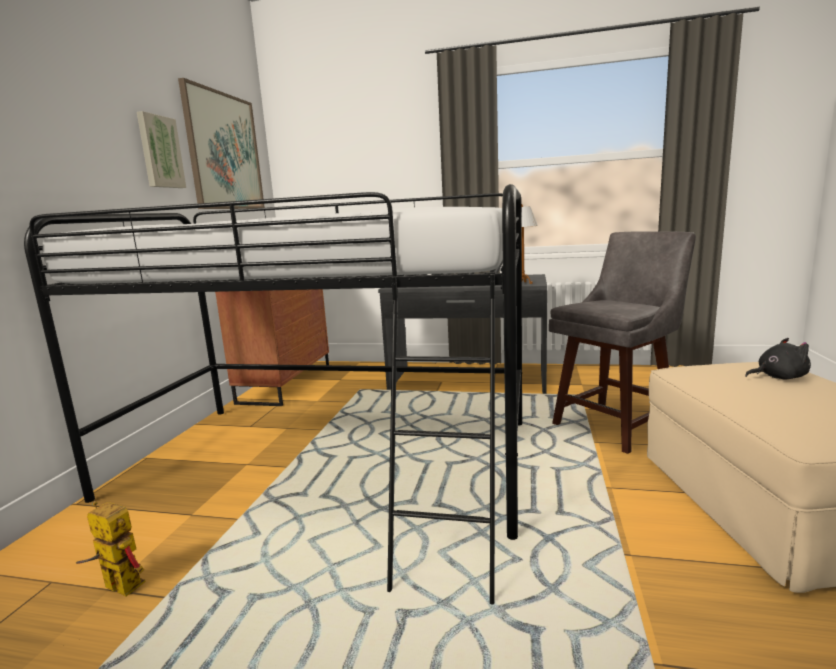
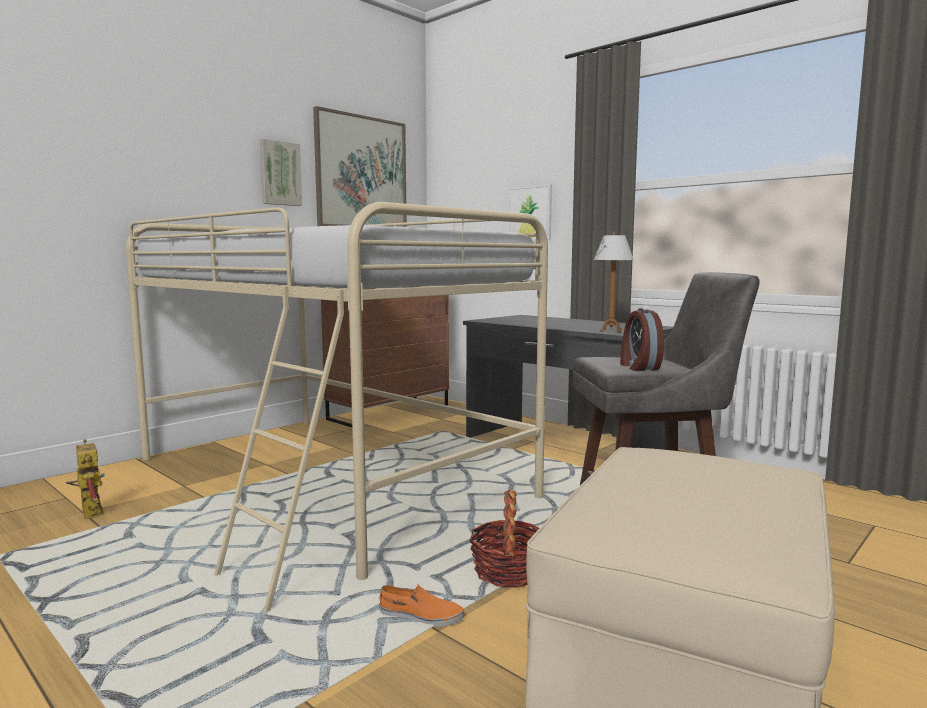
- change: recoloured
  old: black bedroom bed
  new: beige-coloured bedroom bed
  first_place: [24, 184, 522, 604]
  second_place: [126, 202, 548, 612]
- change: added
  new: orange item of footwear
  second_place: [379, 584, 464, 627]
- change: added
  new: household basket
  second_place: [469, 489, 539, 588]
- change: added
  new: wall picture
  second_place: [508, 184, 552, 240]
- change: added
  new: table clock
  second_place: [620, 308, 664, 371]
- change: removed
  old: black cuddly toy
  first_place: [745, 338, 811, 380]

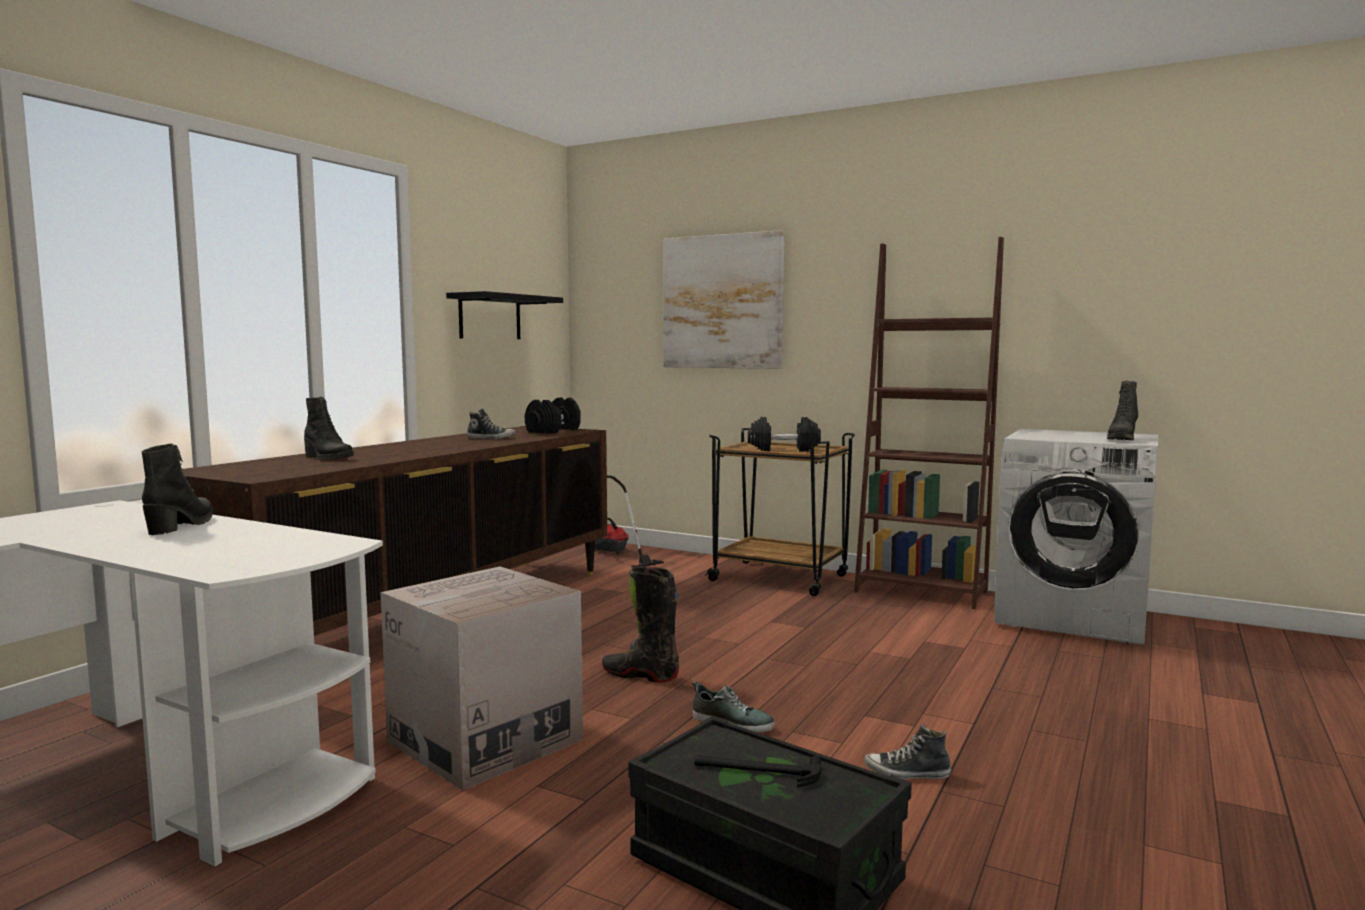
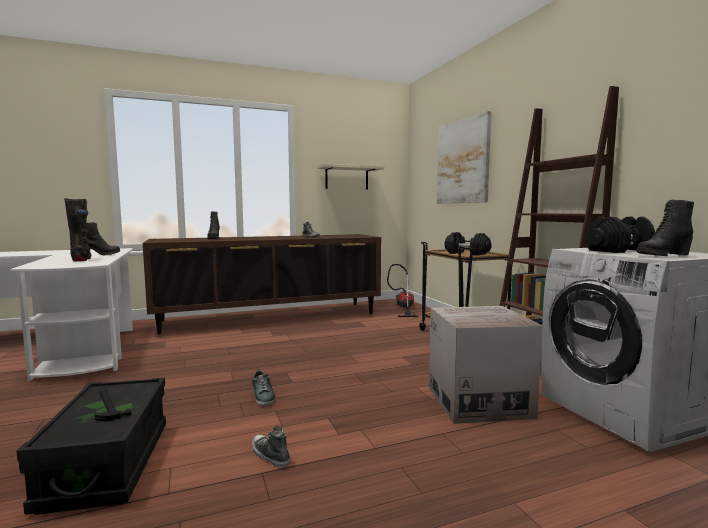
- change: moved
  old: black tall boot
  first_place: [602, 566, 679, 683]
  second_place: [64, 198, 92, 262]
- change: recoloured
  old: black shelf
  new: beige-coloured shelf
  first_place: [446, 291, 563, 339]
  second_place: [317, 164, 385, 190]
- change: moved
  old: packing box
  first_place: [381, 567, 583, 791]
  second_place: [429, 306, 543, 424]
- change: moved
  old: black dumbbell
  first_place: [525, 397, 581, 434]
  second_place: [586, 216, 655, 253]

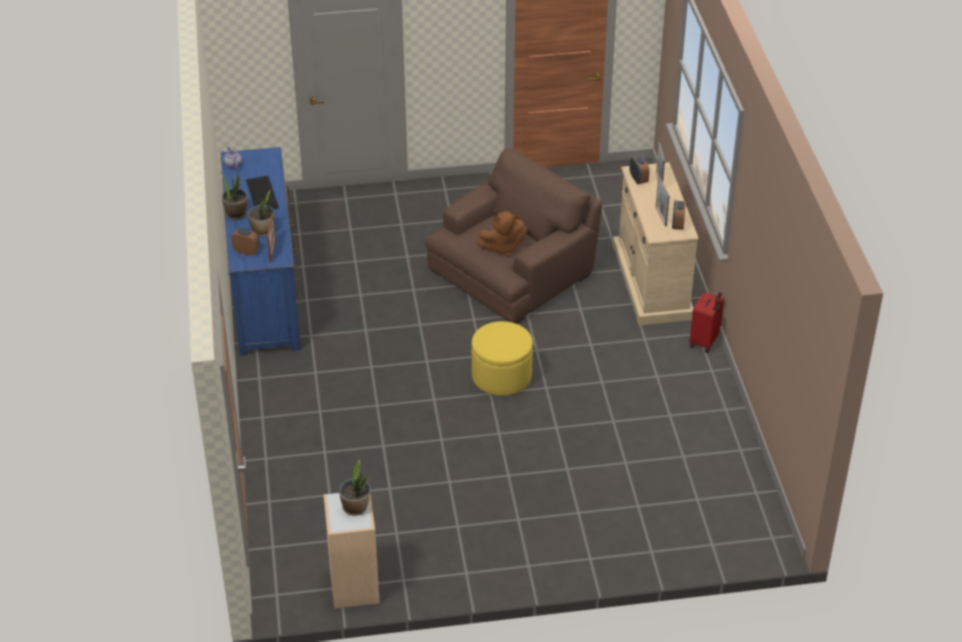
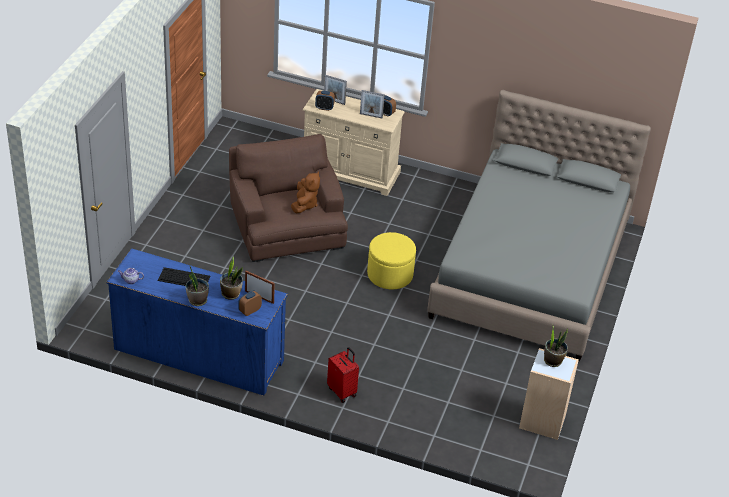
- change: moved
  old: red-coloured travel case
  first_place: [690, 292, 724, 353]
  second_place: [327, 347, 359, 403]
- change: added
  new: greyish bedroom bed
  second_place: [427, 90, 651, 362]

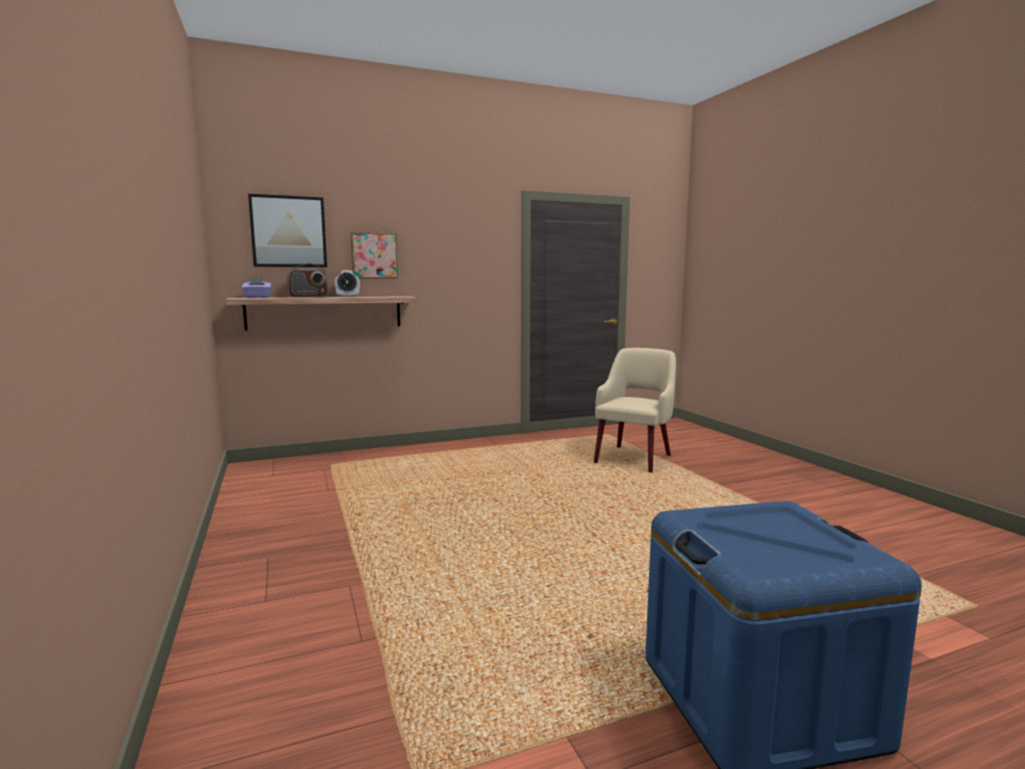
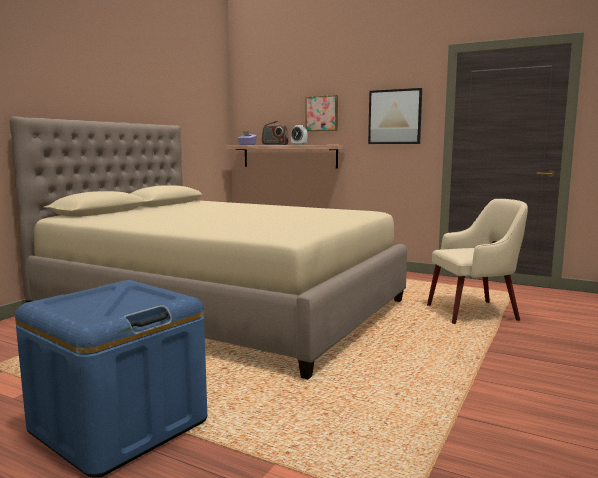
- change: added
  new: beige-coloured bedroom bed
  second_place: [10, 116, 407, 379]
- change: moved
  old: wall picture
  first_place: [248, 194, 327, 267]
  second_place: [368, 88, 422, 144]

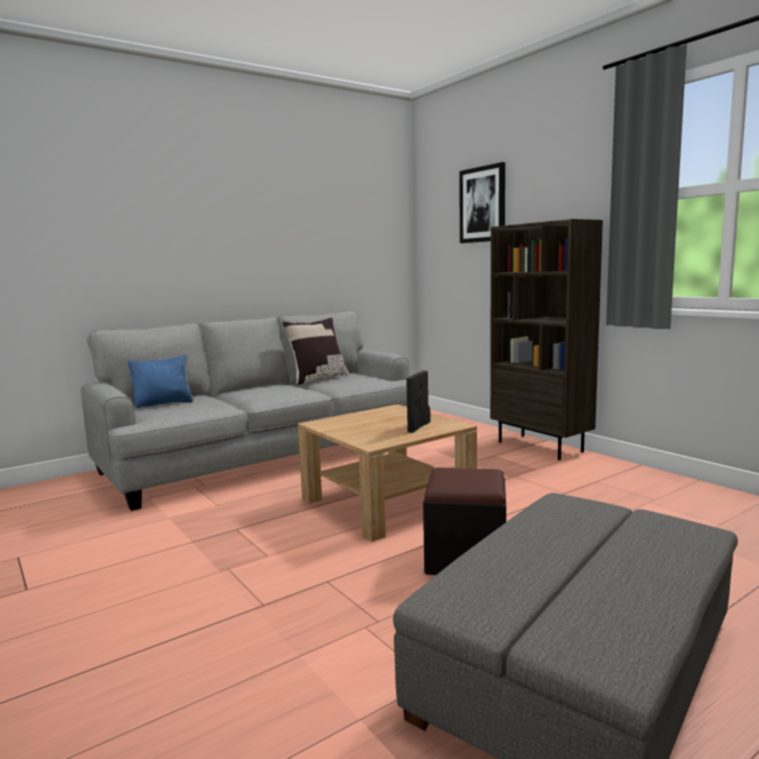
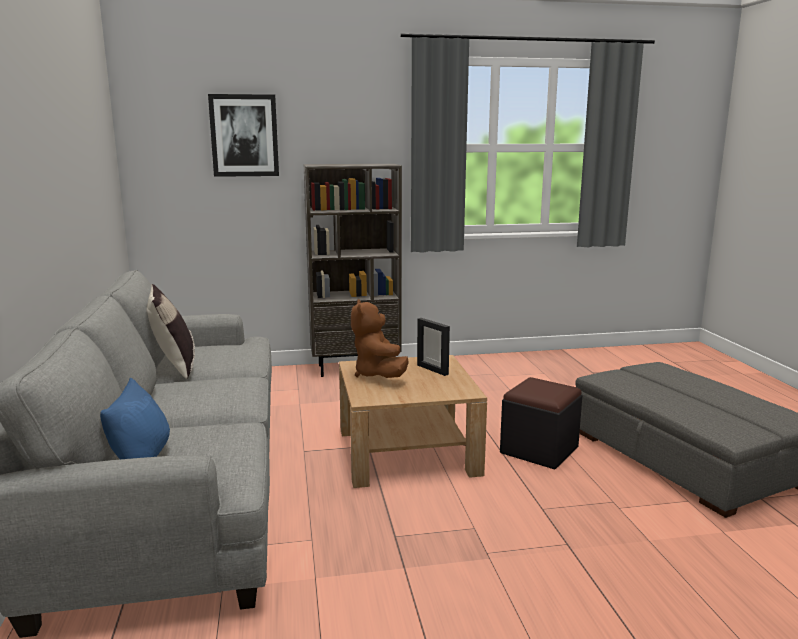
- change: added
  new: brown-coloured cuddly toy
  second_place: [351, 299, 409, 378]

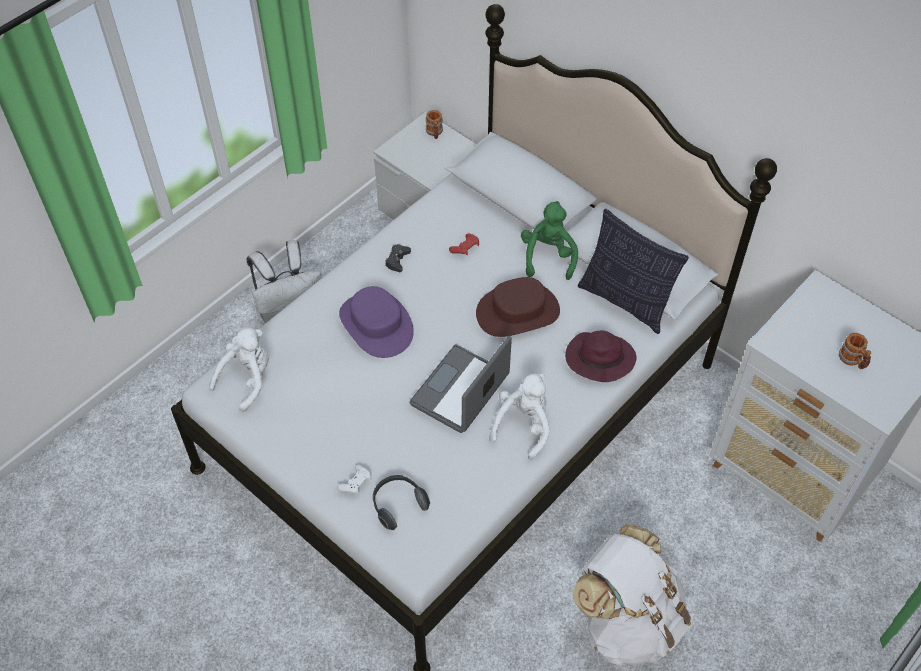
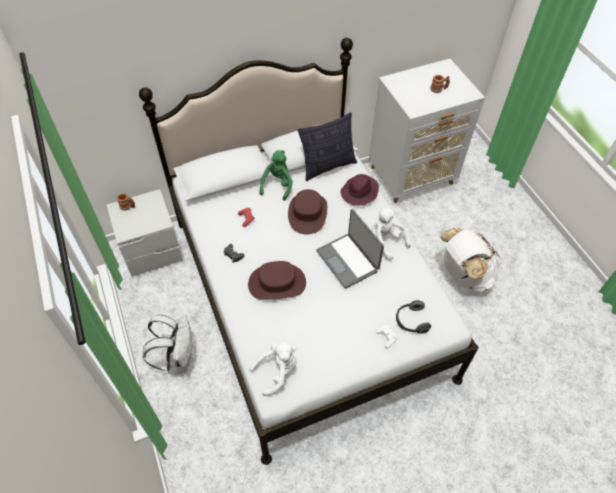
- change: recoloured
  old: purple-coloured wearable hat
  new: brown-coloured wearable hat
  first_place: [339, 286, 414, 358]
  second_place: [248, 261, 306, 300]
- change: turned
  old: white cuddly toy
  first_place: [209, 328, 269, 412]
  second_place: [250, 343, 297, 396]
  degrees: 90
- change: turned
  old: greenish cuddly toy
  first_place: [521, 201, 578, 280]
  second_place: [259, 150, 293, 201]
  degrees: 75

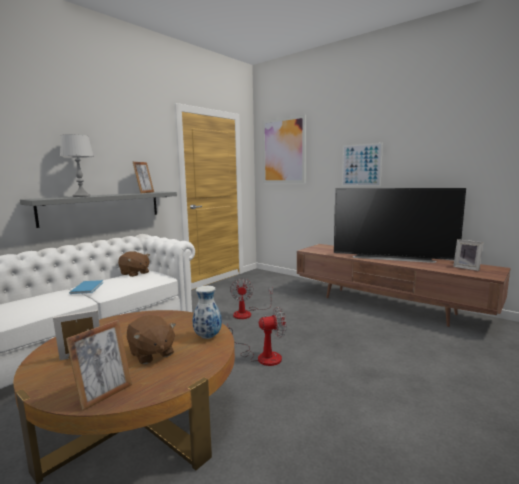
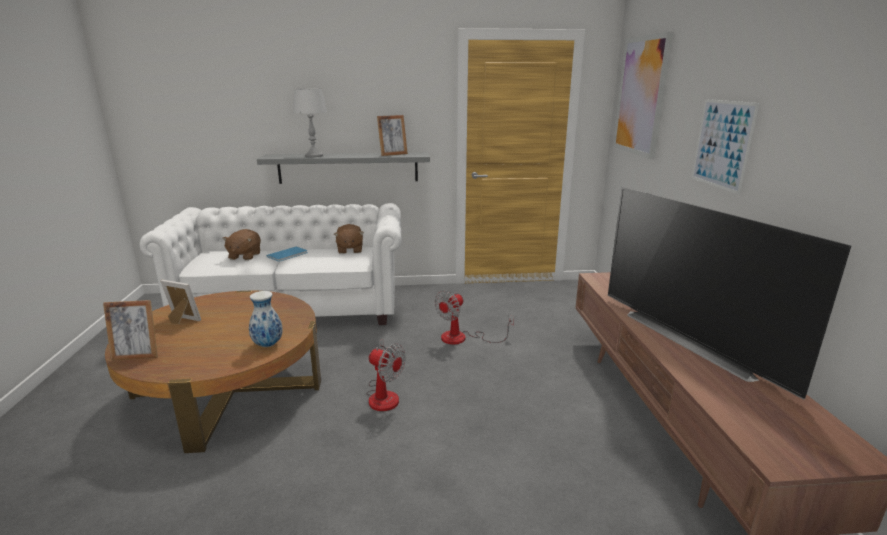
- change: moved
  old: brown-coloured cuddly toy
  first_place: [127, 315, 176, 364]
  second_place: [222, 229, 261, 260]
- change: removed
  old: picture frame
  first_place: [453, 239, 483, 271]

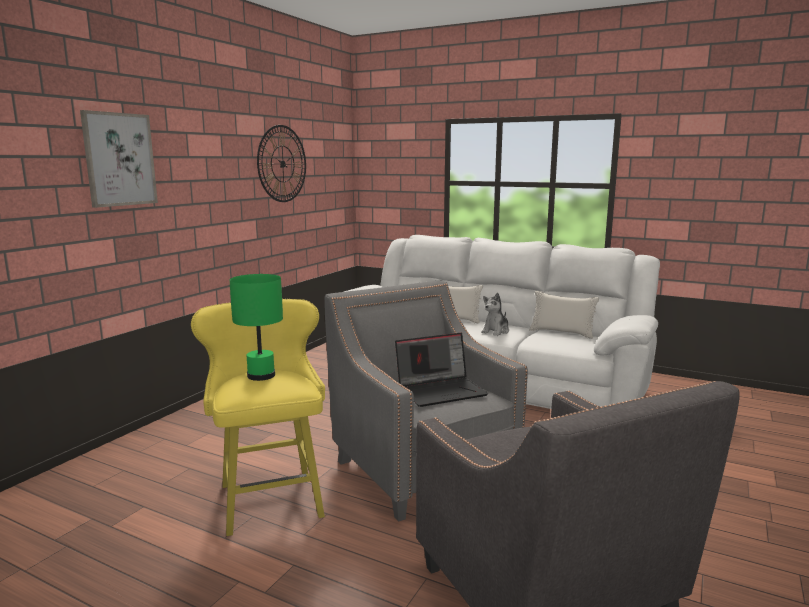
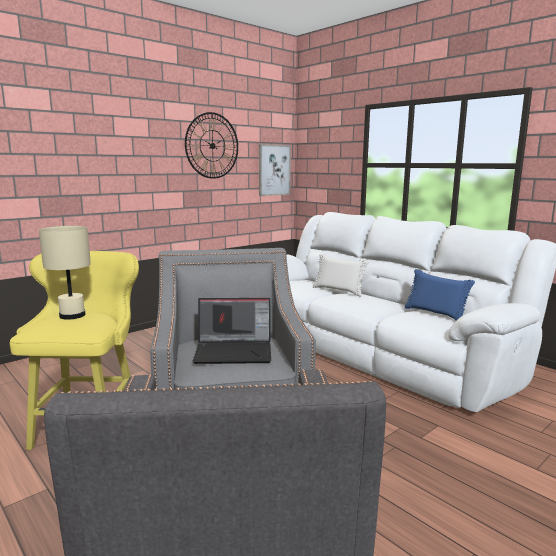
- change: recoloured
  old: greenish lamp for a table
  new: beige-coloured lamp for a table
  first_place: [230, 274, 283, 381]
  second_place: [39, 226, 91, 320]
- change: moved
  old: wall picture
  first_place: [80, 110, 158, 208]
  second_place: [259, 144, 291, 196]
- change: recoloured
  old: white pillow
  new: bluish pillow
  first_place: [529, 291, 599, 339]
  second_place: [405, 269, 475, 321]
- change: removed
  old: cuddly toy
  first_place: [481, 293, 509, 336]

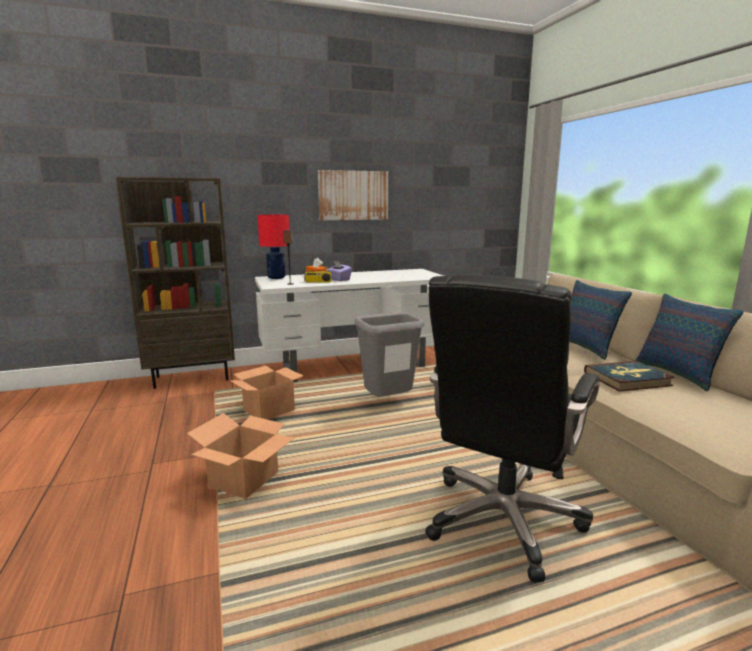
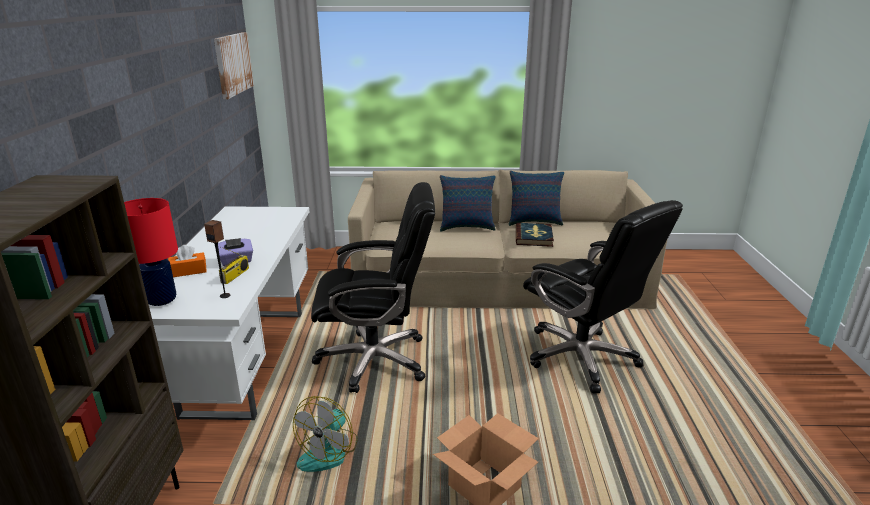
- change: moved
  old: wall picture
  first_place: [318, 170, 388, 220]
  second_place: [214, 32, 254, 99]
- change: replaced
  old: packing box
  new: fan
  first_place: [230, 366, 303, 420]
  second_place: [293, 396, 357, 472]
- change: replaced
  old: greyish waste bin
  new: black office chair
  first_place: [354, 312, 424, 396]
  second_place: [311, 182, 435, 393]

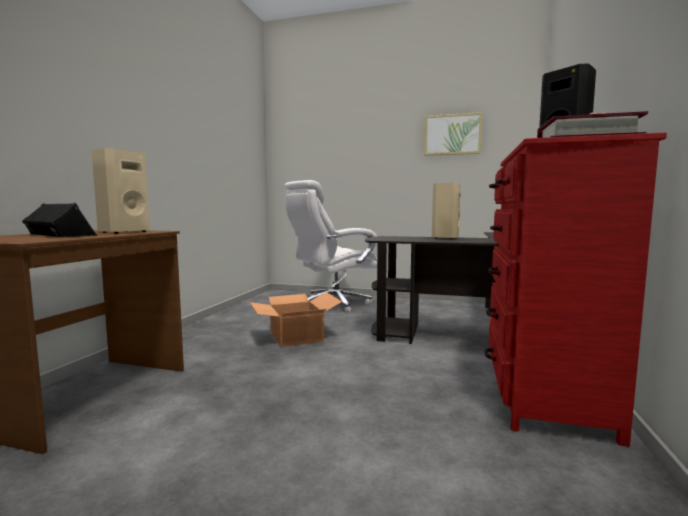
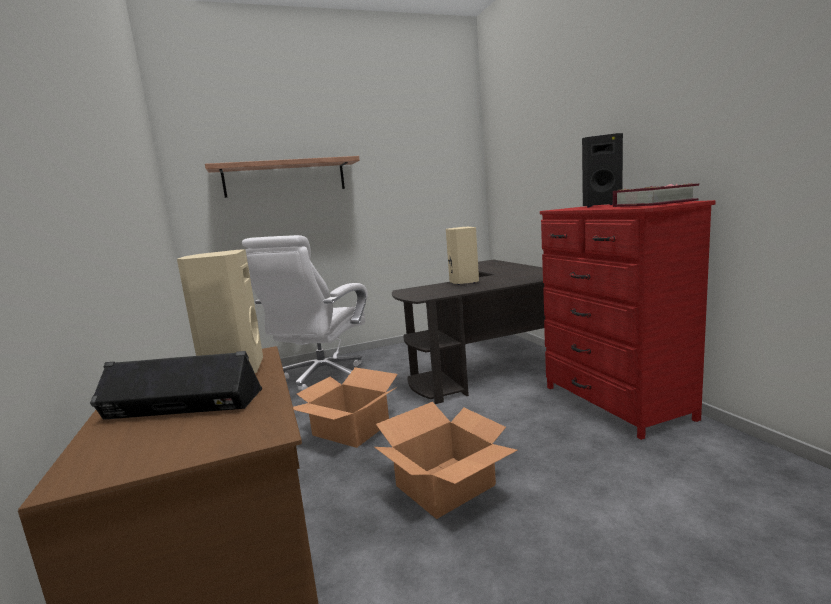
- change: added
  new: shelf
  second_place: [205, 156, 360, 198]
- change: added
  new: packing box
  second_place: [374, 402, 517, 519]
- change: removed
  old: wall picture
  first_place: [424, 112, 482, 156]

